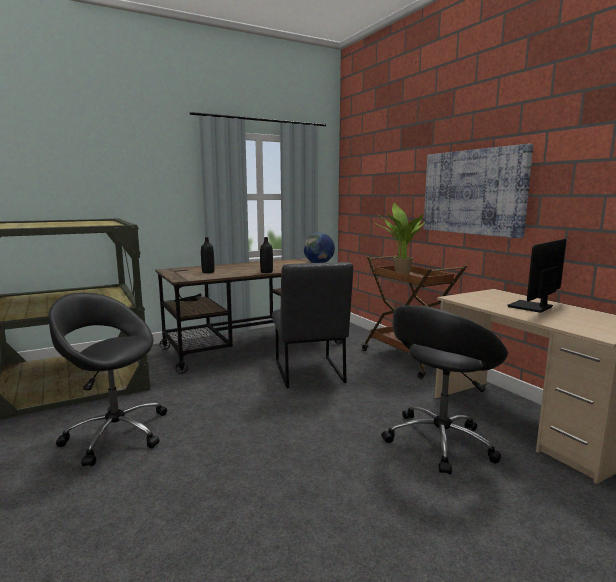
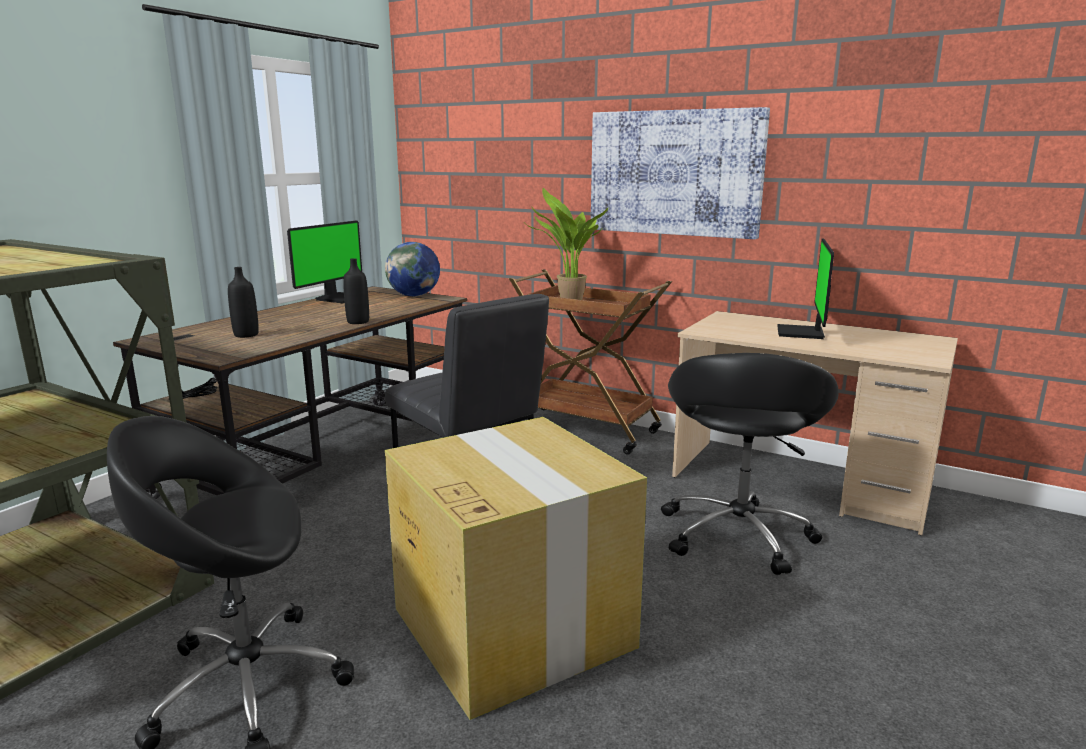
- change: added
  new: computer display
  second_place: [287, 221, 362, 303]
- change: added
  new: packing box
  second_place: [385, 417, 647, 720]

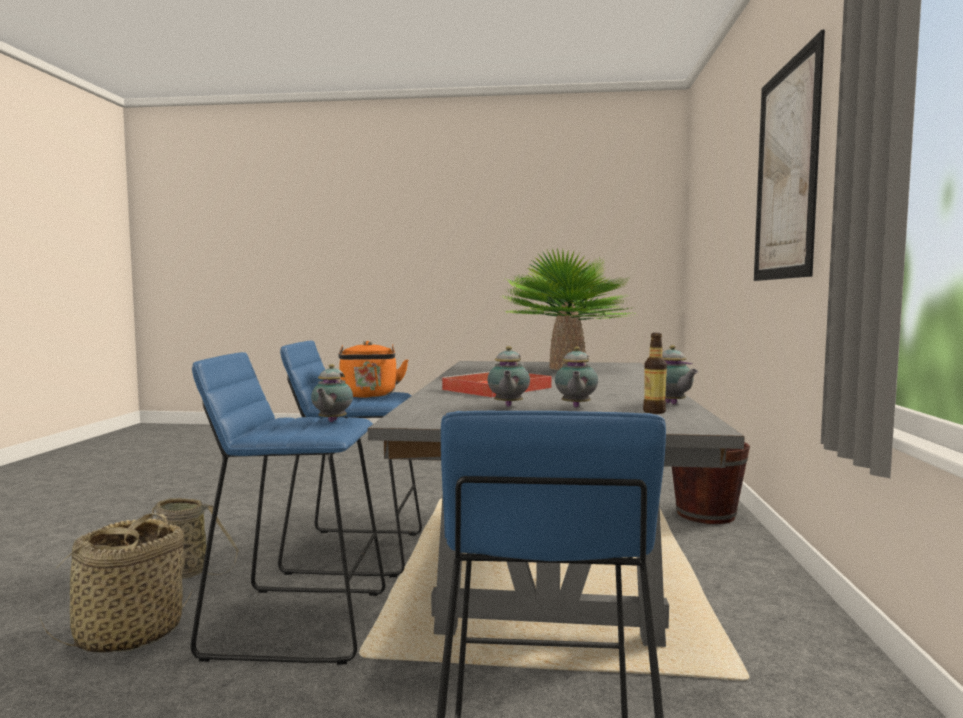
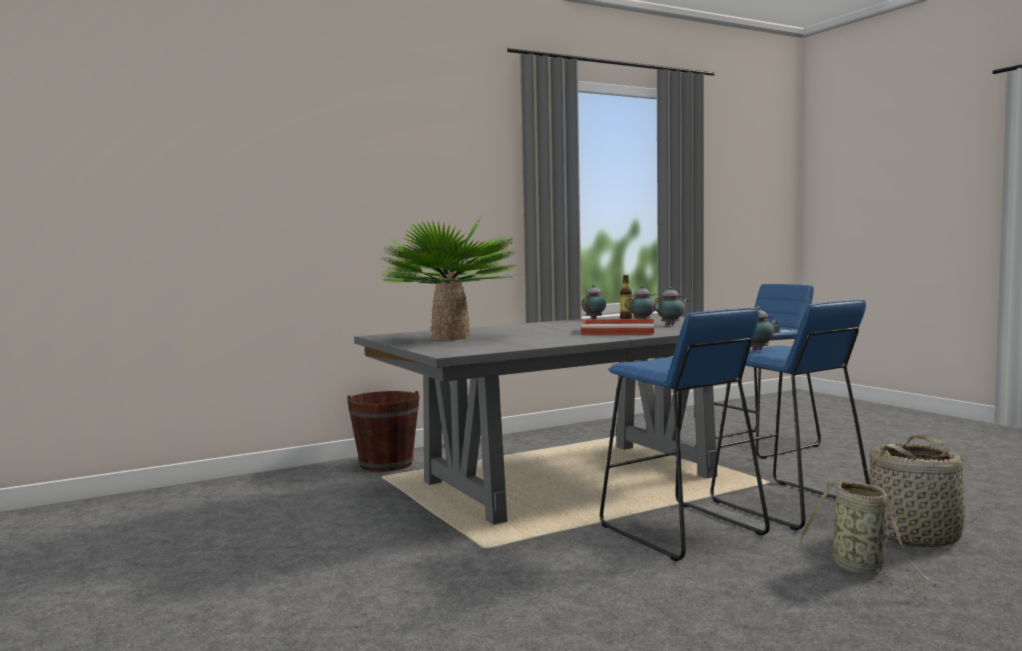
- change: removed
  old: orange tea kettle
  first_place: [338, 341, 409, 398]
- change: removed
  old: wall picture
  first_place: [754, 30, 825, 281]

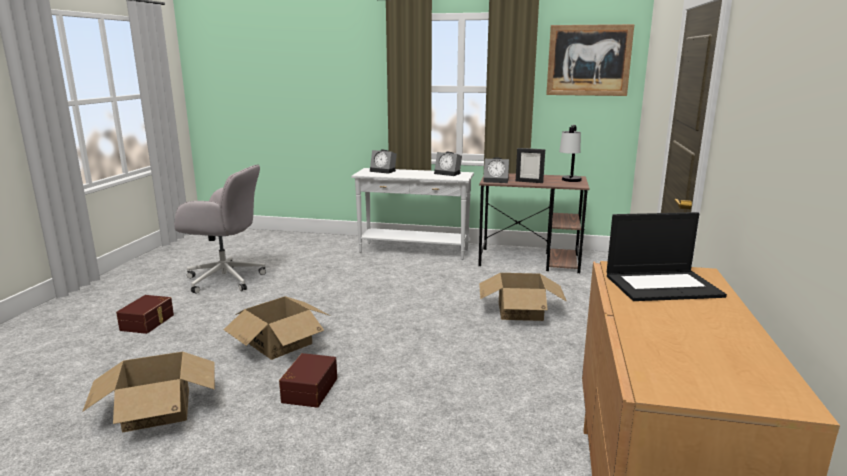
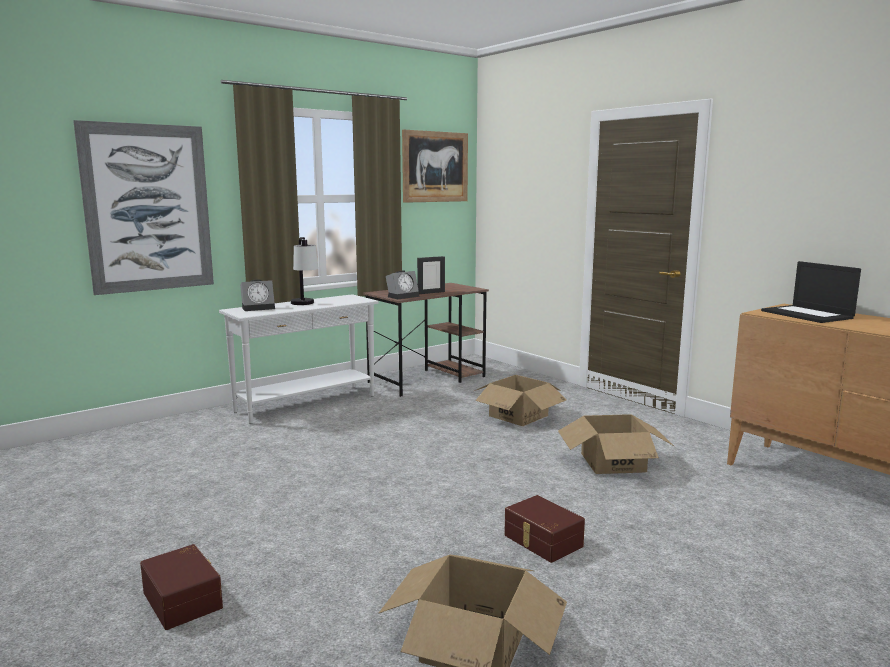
- change: added
  new: wall picture
  second_place: [73, 120, 214, 295]
- change: moved
  old: lamp for a table
  first_place: [559, 125, 582, 182]
  second_place: [291, 237, 318, 305]
- change: moved
  old: packing box
  first_place: [224, 296, 329, 360]
  second_place: [558, 414, 674, 474]
- change: turned
  old: laptop
  first_place: [607, 212, 727, 301]
  second_place: [761, 261, 861, 323]
  degrees: 120
- change: removed
  old: greyish office chair
  first_place: [174, 165, 266, 294]
- change: removed
  old: table clock
  first_place: [434, 152, 462, 176]

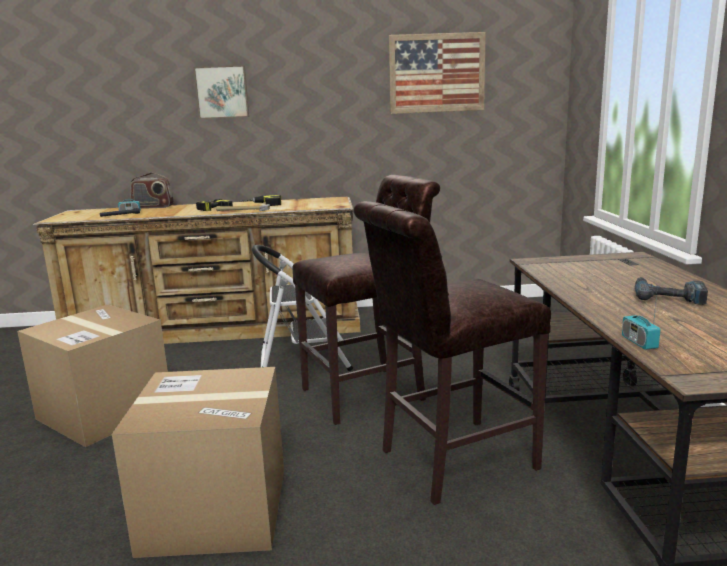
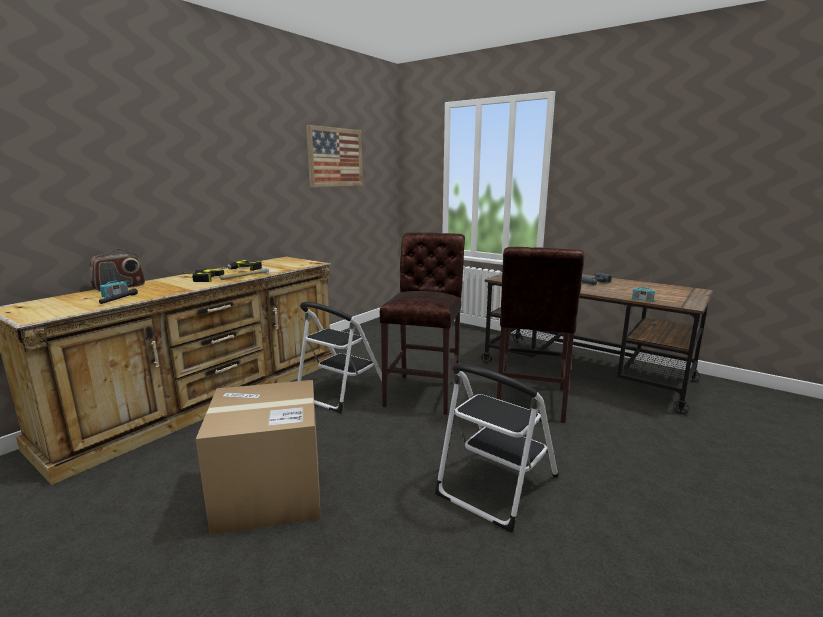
- change: replaced
  old: packing box
  new: step stool
  first_place: [112, 367, 284, 558]
  second_place: [435, 363, 559, 533]
- change: removed
  old: wall picture
  first_place: [193, 65, 249, 119]

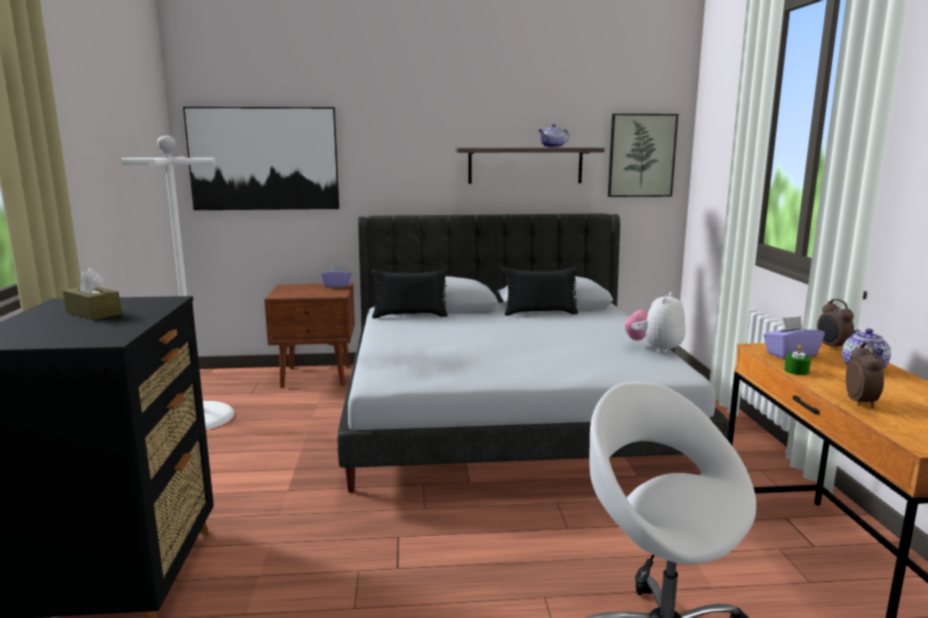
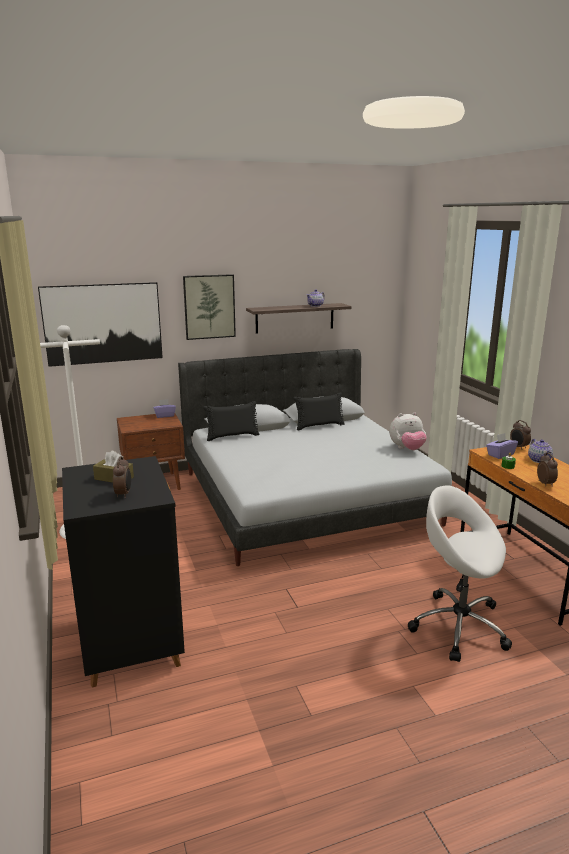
- change: added
  new: table clock
  second_place: [113, 456, 131, 498]
- change: moved
  old: wall picture
  first_place: [608, 114, 678, 197]
  second_place: [183, 274, 236, 340]
- change: turned
  old: cuddly toy
  first_place: [625, 292, 686, 354]
  second_place: [389, 412, 427, 450]
  degrees: -120

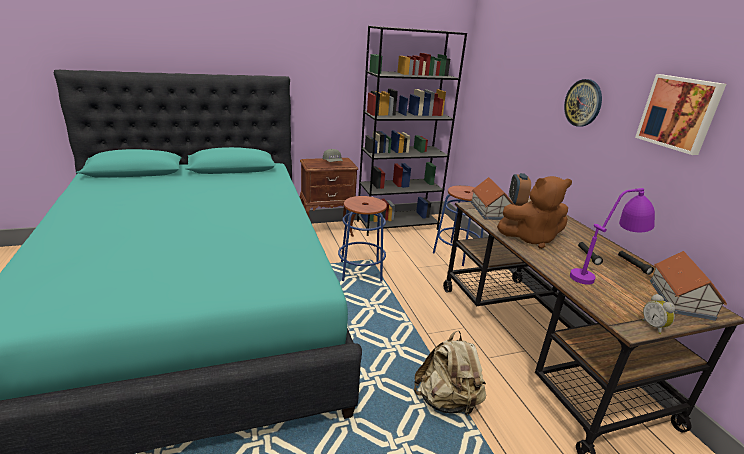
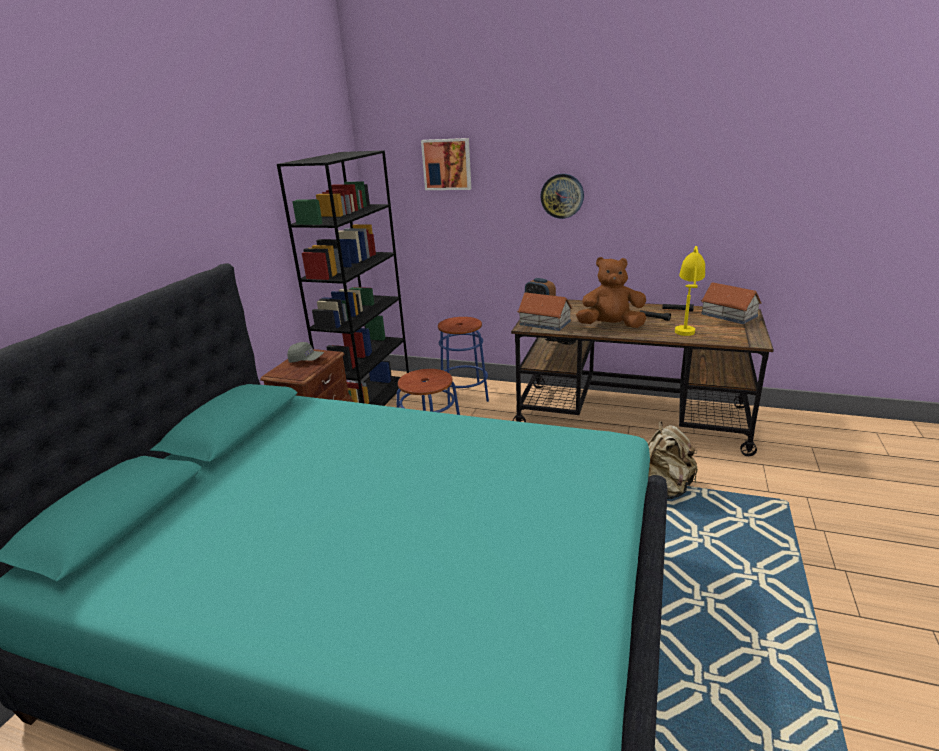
- change: moved
  old: wall picture
  first_place: [635, 74, 726, 155]
  second_place: [421, 138, 471, 190]
- change: turned
  old: brown-coloured cuddly toy
  first_place: [497, 176, 572, 249]
  second_place: [576, 257, 646, 328]
  degrees: -120
- change: recoloured
  old: purple-coloured lamp for a table
  new: yellowish lamp for a table
  first_place: [570, 188, 655, 285]
  second_place: [675, 246, 705, 336]
- change: removed
  old: table clock
  first_place: [642, 294, 675, 334]

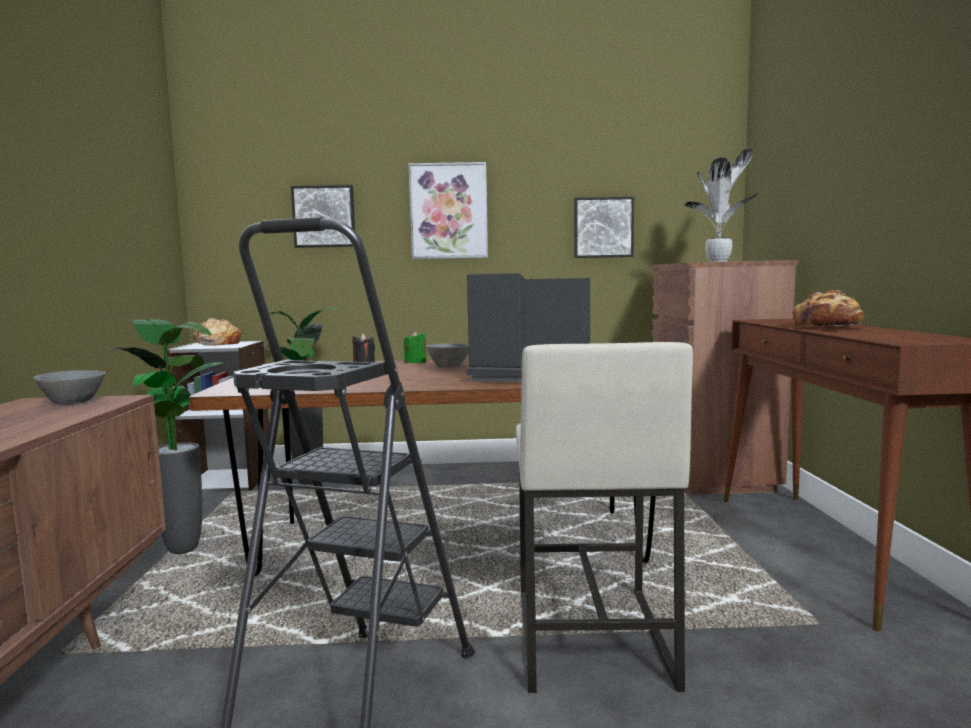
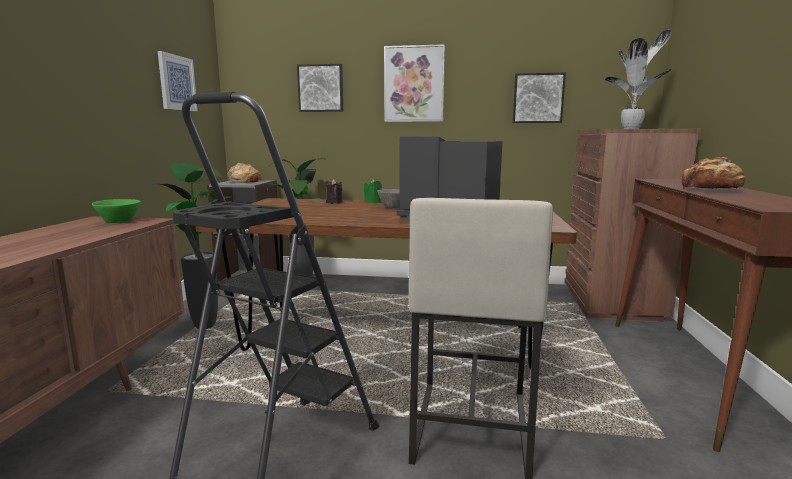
- change: recoloured
  old: greyish serving bowl
  new: greenish serving bowl
  first_place: [34, 370, 105, 405]
  second_place: [92, 199, 141, 223]
- change: added
  new: wall picture
  second_place: [158, 51, 198, 111]

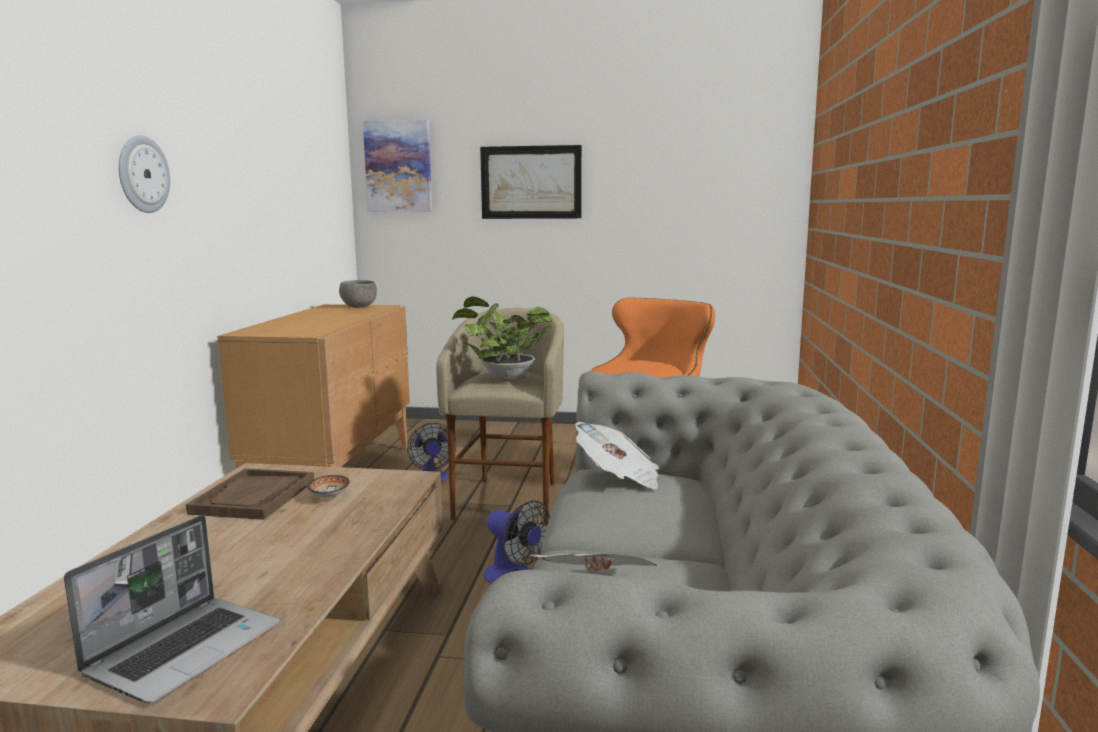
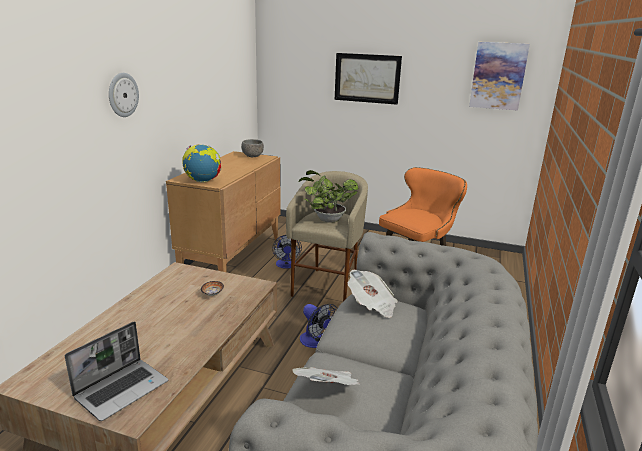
- change: added
  new: globe
  second_place: [182, 144, 221, 183]
- change: moved
  old: wall picture
  first_place: [363, 120, 432, 211]
  second_place: [469, 42, 530, 111]
- change: removed
  old: brown-coloured serving tray
  first_place: [186, 468, 314, 520]

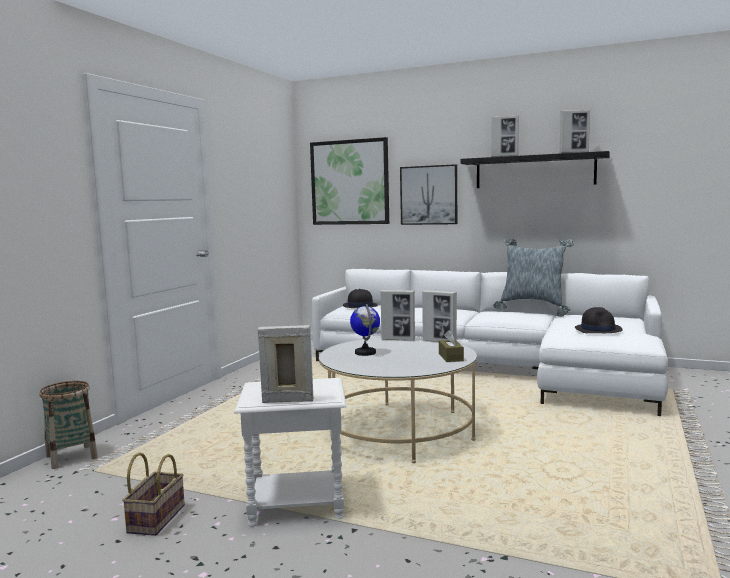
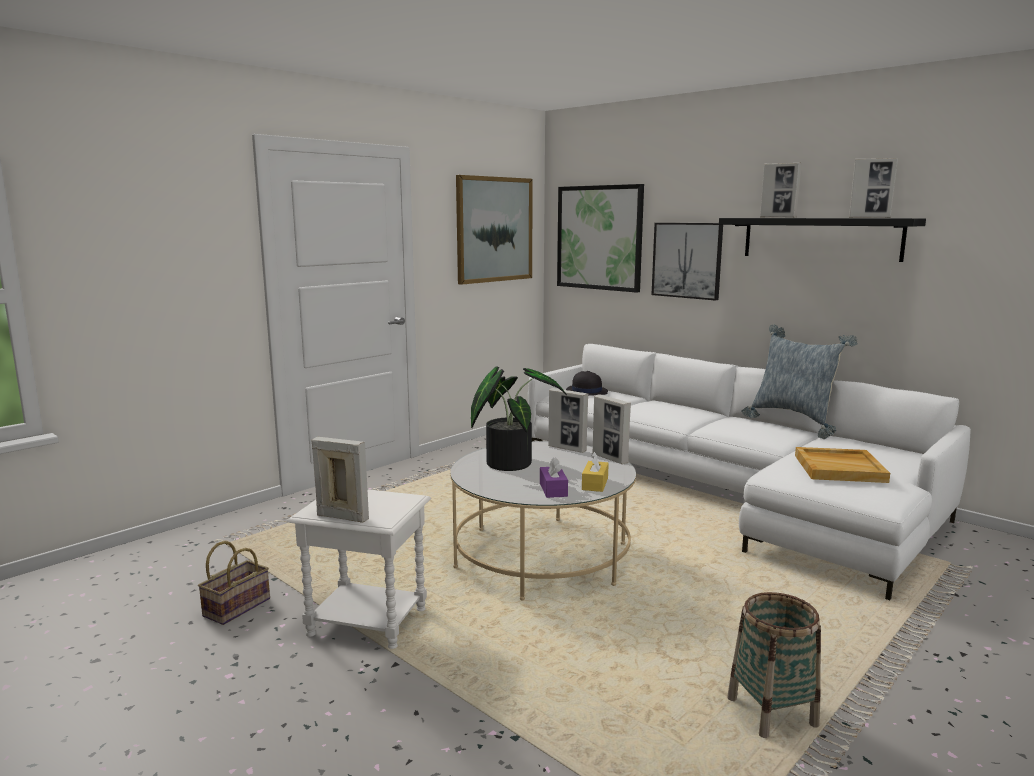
- change: added
  new: wall picture
  second_place: [456, 175, 533, 285]
- change: replaced
  old: globe
  new: houseplant
  first_place: [350, 304, 380, 356]
  second_place: [471, 366, 567, 471]
- change: added
  new: purple-coloured tissue box
  second_place: [540, 457, 568, 498]
- change: recoloured
  old: brown-coloured tissue box
  new: yellowish tissue box
  first_place: [439, 330, 464, 362]
  second_place: [582, 452, 609, 492]
- change: moved
  old: household basket
  first_place: [40, 381, 98, 469]
  second_place: [727, 592, 821, 738]
- change: replaced
  old: black wearable hat
  new: beige-coloured serving tray
  first_place: [575, 307, 623, 333]
  second_place: [795, 447, 890, 483]

